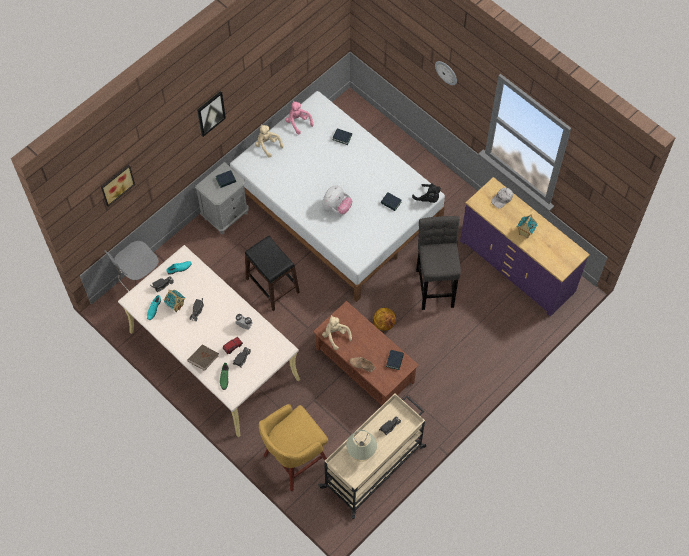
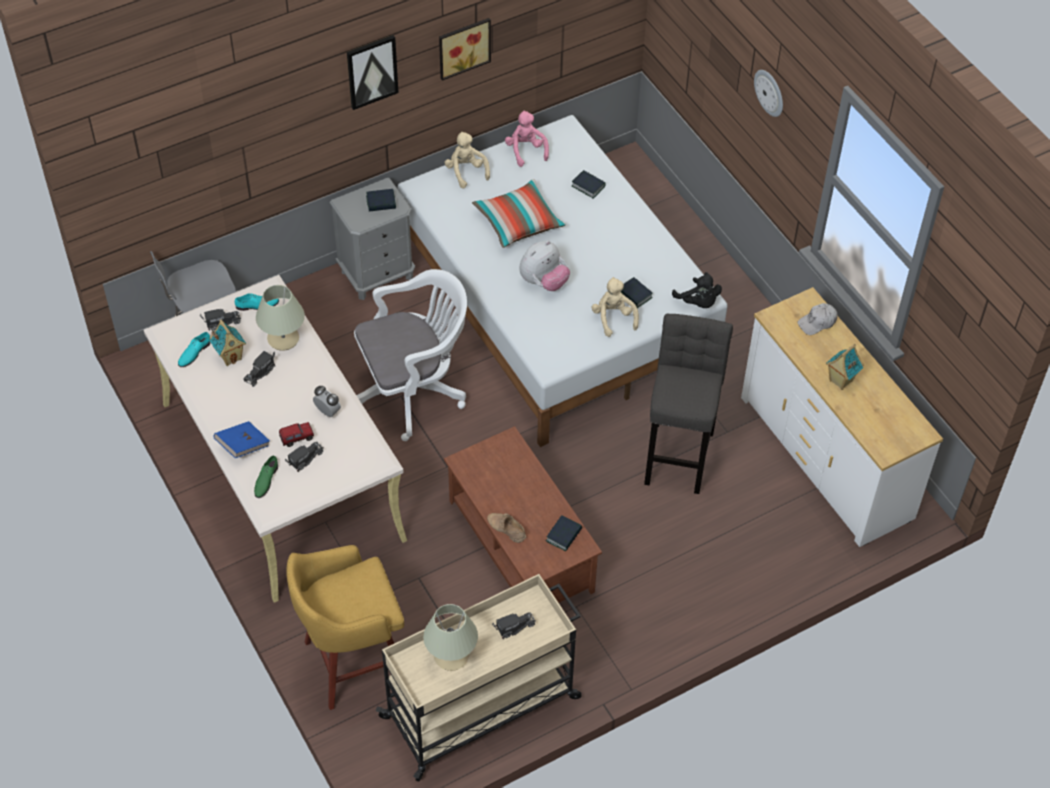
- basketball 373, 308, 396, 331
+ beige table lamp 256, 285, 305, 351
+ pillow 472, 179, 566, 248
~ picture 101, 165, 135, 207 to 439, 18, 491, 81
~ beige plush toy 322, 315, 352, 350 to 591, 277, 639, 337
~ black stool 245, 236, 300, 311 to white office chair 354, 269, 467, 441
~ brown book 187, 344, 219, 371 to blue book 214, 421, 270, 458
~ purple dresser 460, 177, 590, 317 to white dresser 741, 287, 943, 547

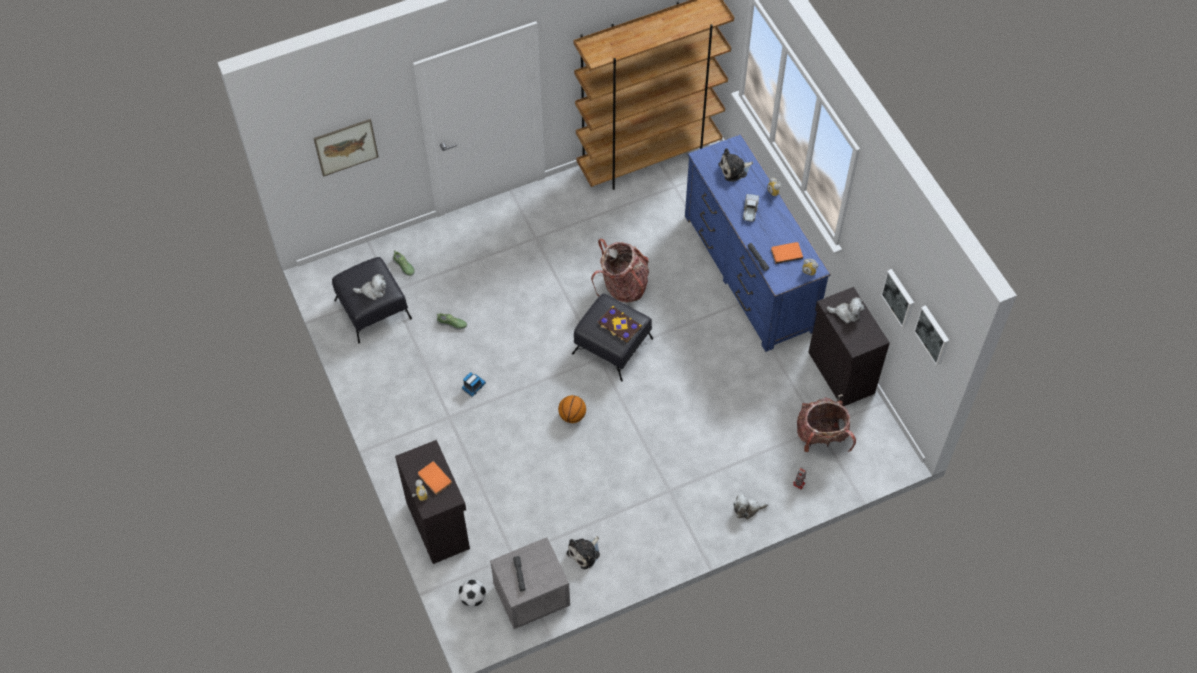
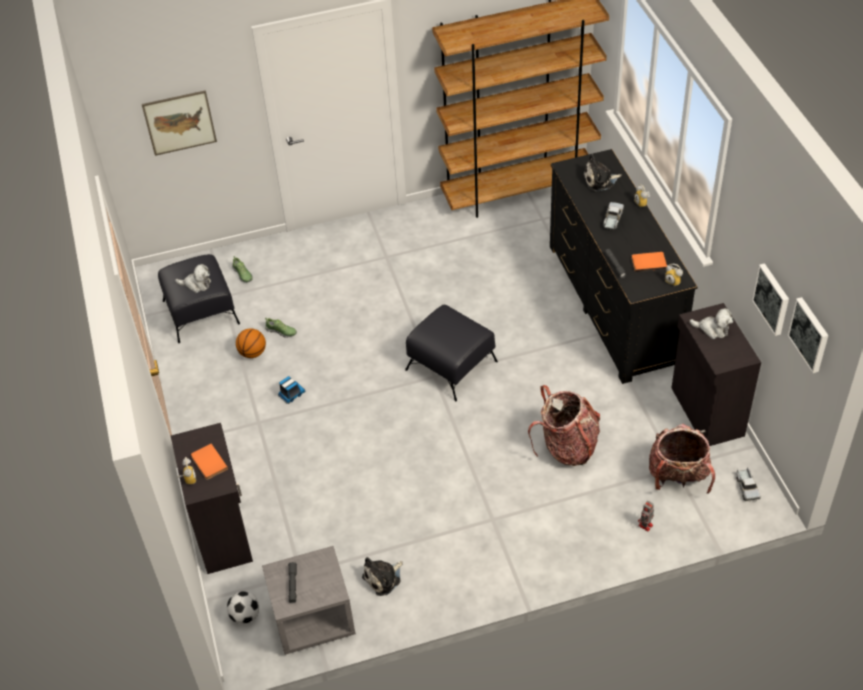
- book 598, 306, 642, 343
- plush toy 733, 494, 768, 519
+ toy truck 736, 467, 761, 502
~ basketball 558, 395, 586, 423 to 236, 328, 266, 358
~ backpack 591, 239, 649, 303 to 528, 385, 600, 466
~ blue dresser 685, 134, 831, 352 to black dresser 550, 149, 698, 384

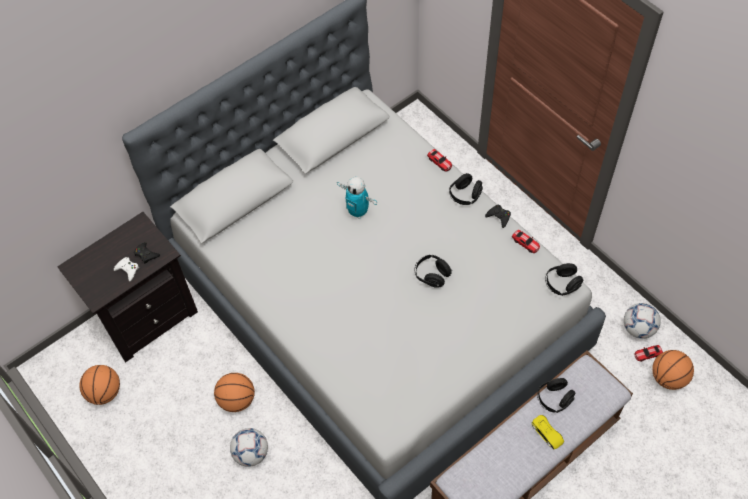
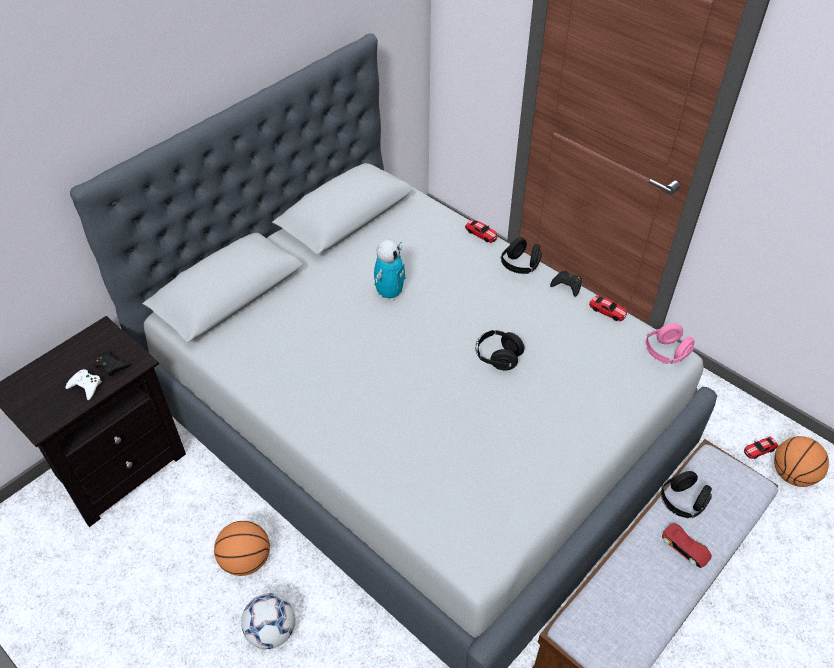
- basketball 79, 365, 120, 405
- football 624, 303, 661, 339
~ yellow toy car 532, 415, 564, 449 to red toy car 662, 523, 712, 568
~ black headphones 545, 263, 583, 296 to pink headphones 645, 323, 695, 364
~ toy robot 337, 177, 377, 219 = 374, 240, 406, 301 90 degrees counterclockwise

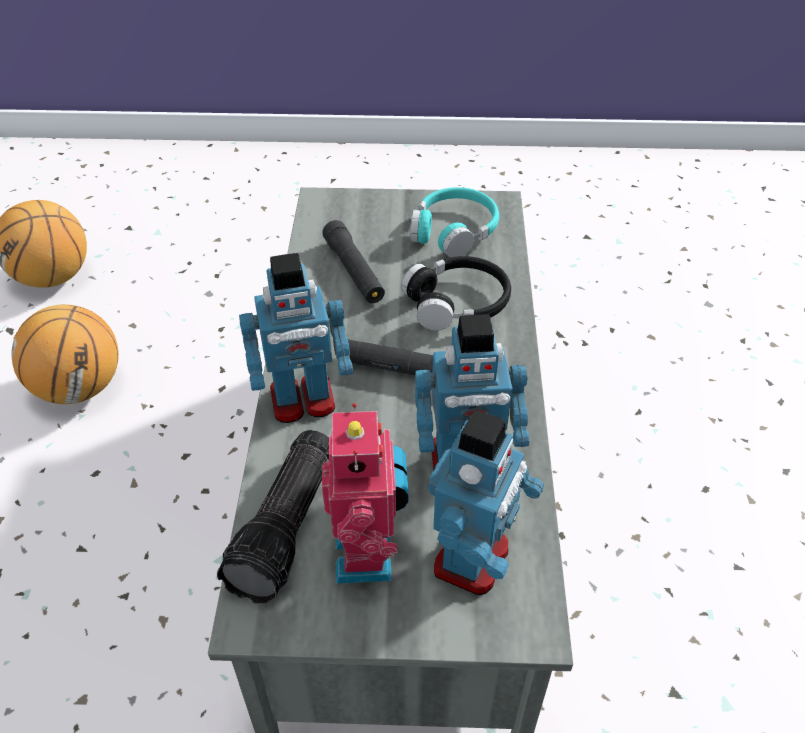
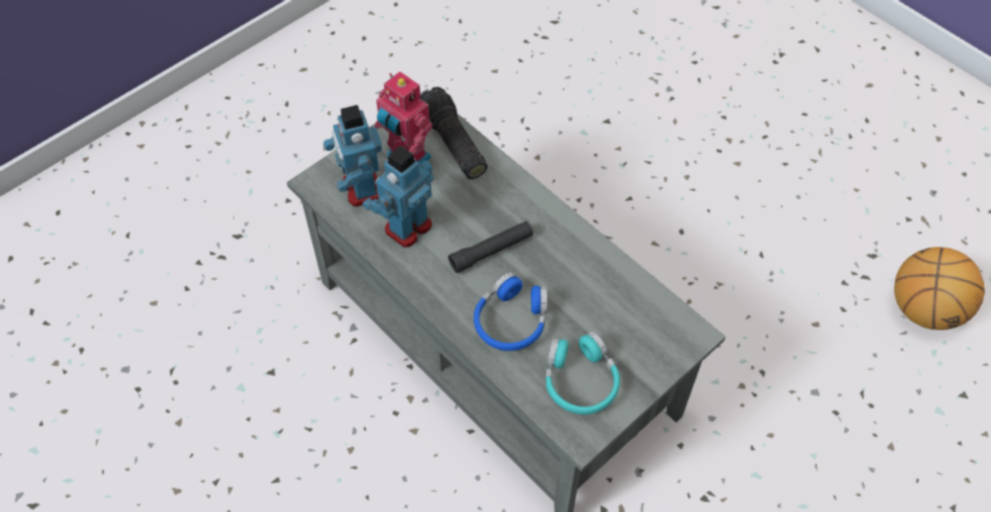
- basketball 11, 304, 119, 404
- toy robot 239, 253, 353, 423
- black flashlight 322, 220, 385, 303
~ black headphones 401, 256, 511, 330 to blue headphones 474, 272, 547, 351

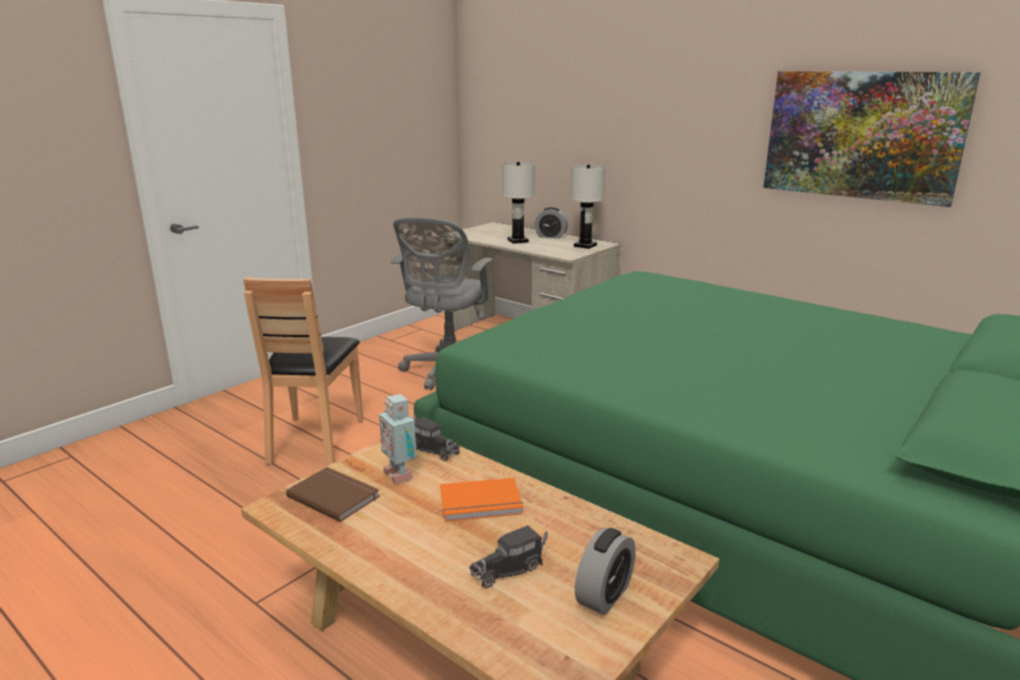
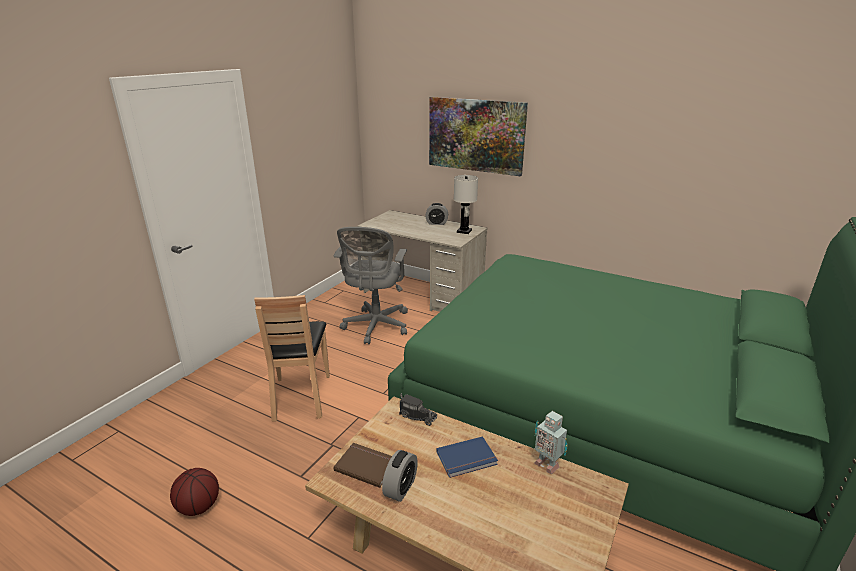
- toy truck 469, 525, 548, 588
- white table lamp 502, 162, 535, 244
+ basketball 170, 468, 219, 516
~ toy robot 379, 394, 417, 485 to 534, 411, 568, 475
~ alarm clock 575, 528, 636, 615 to 382, 450, 418, 502
~ picture 763, 71, 981, 207 to 429, 97, 528, 177
~ orange book 440, 478, 523, 522 to blue book 436, 436, 498, 478

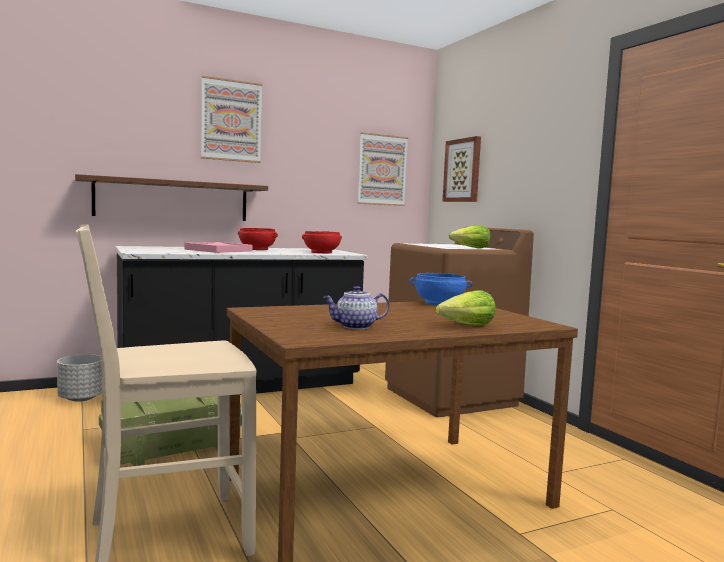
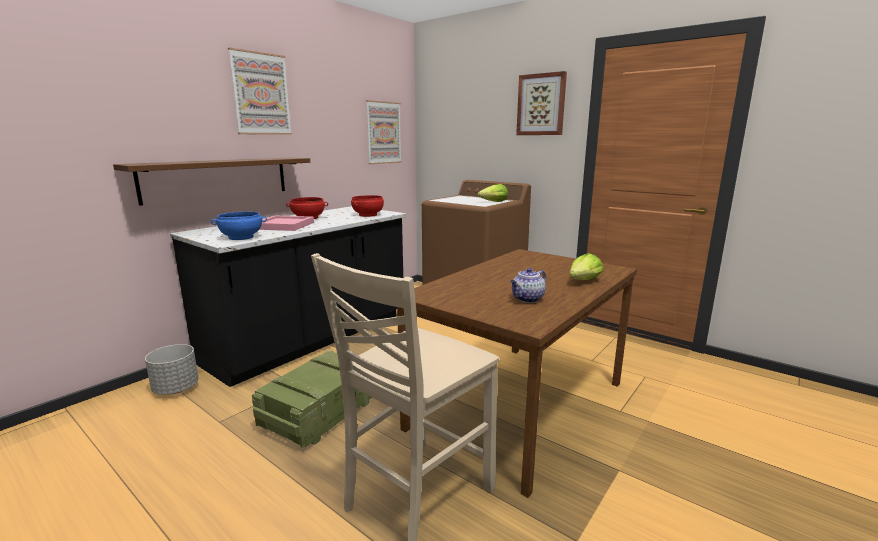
~ blue bowl 409, 273, 472, 305 to 211, 212, 267, 240
~ picture 442, 136, 481, 202 to 516, 71, 567, 135

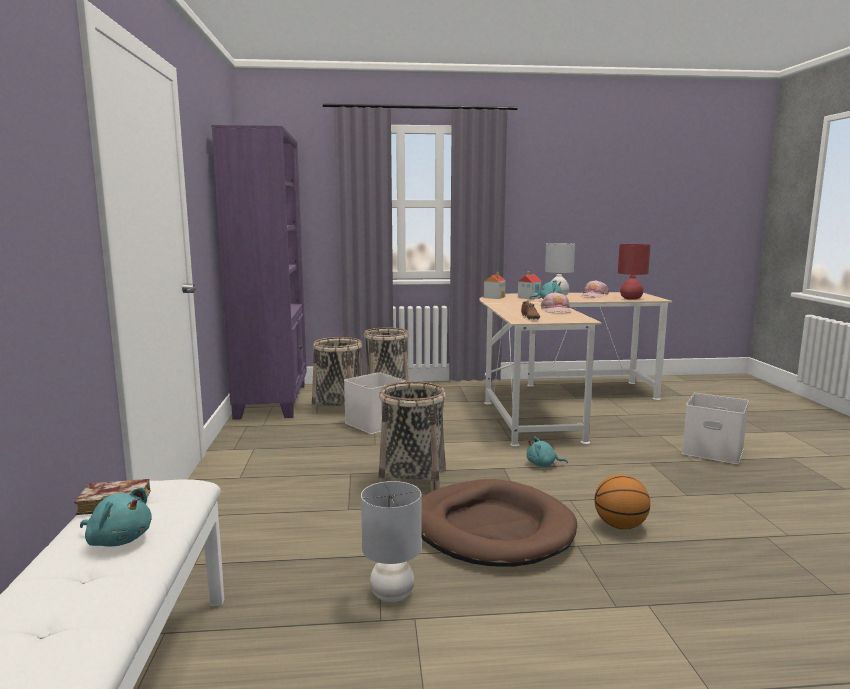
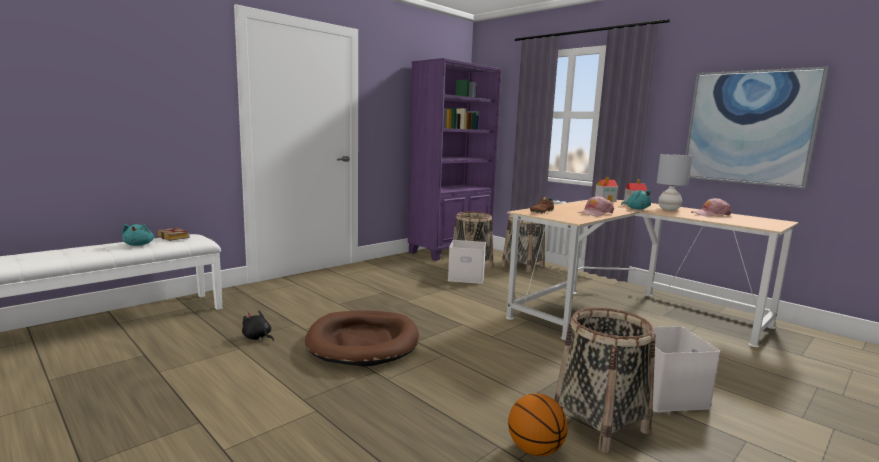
- turquoise plush toy 527, 436, 568, 467
- red table lamp 618, 244, 650, 300
+ picture 686, 67, 829, 189
~ basket 378, 381, 446, 492 to 554, 308, 656, 453
~ basketball 595, 474, 650, 530 to 508, 393, 568, 456
~ grey table lamp 361, 481, 421, 602 to black plush toy 242, 311, 274, 341

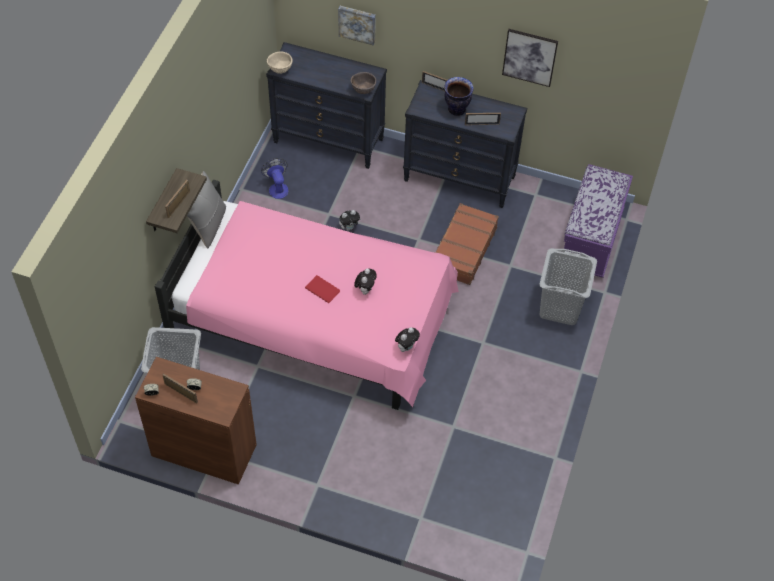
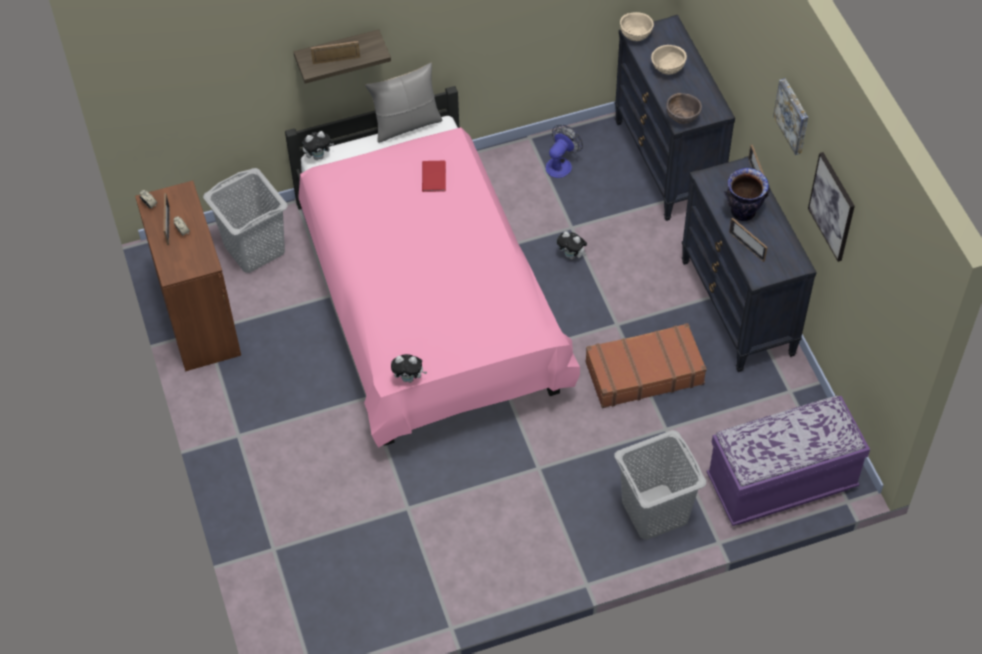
+ beige bowl 651, 45, 687, 75
~ red book 305, 275, 340, 303 to 422, 161, 446, 192
~ picture 338, 6, 376, 46 to 773, 78, 808, 155
~ plush toy 354, 269, 377, 295 to 302, 131, 334, 160

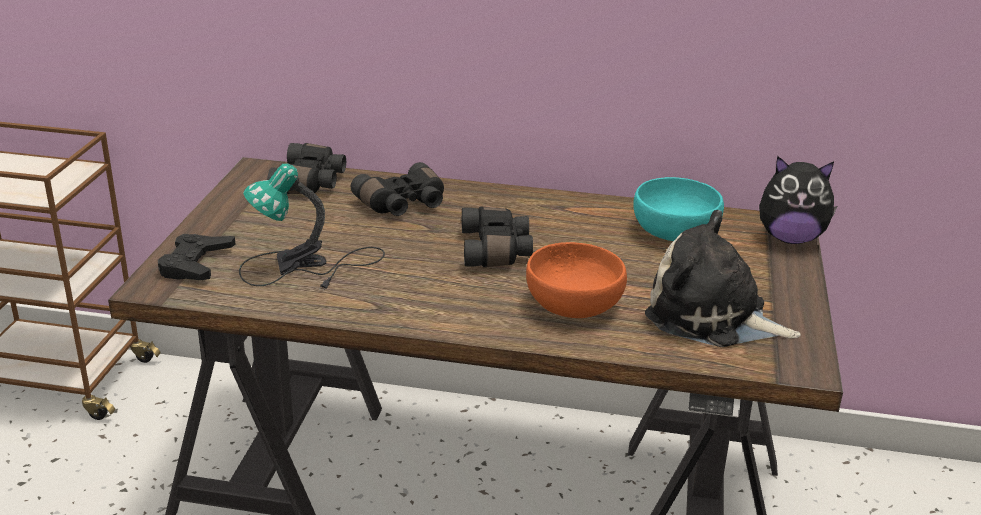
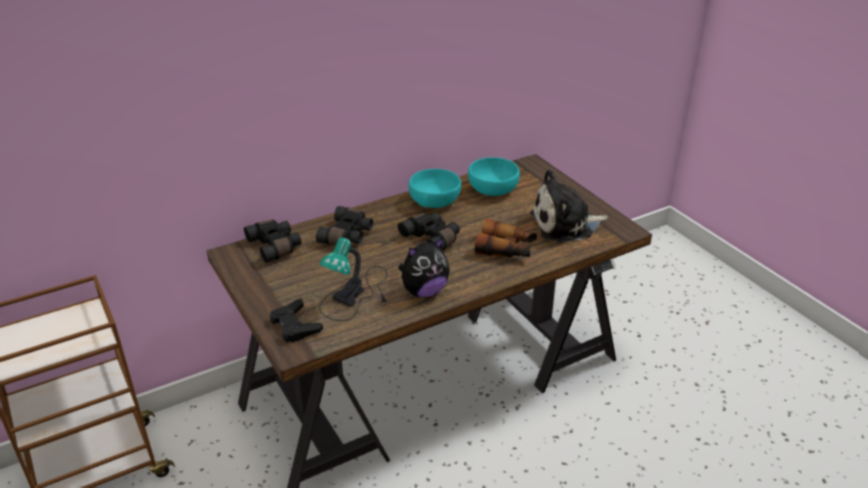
+ turquoise bowl 409, 169, 461, 208
~ plush toy 759, 156, 837, 244 to 398, 237, 450, 297
~ orange bowl 526, 242, 627, 318 to binoculars 475, 218, 537, 258

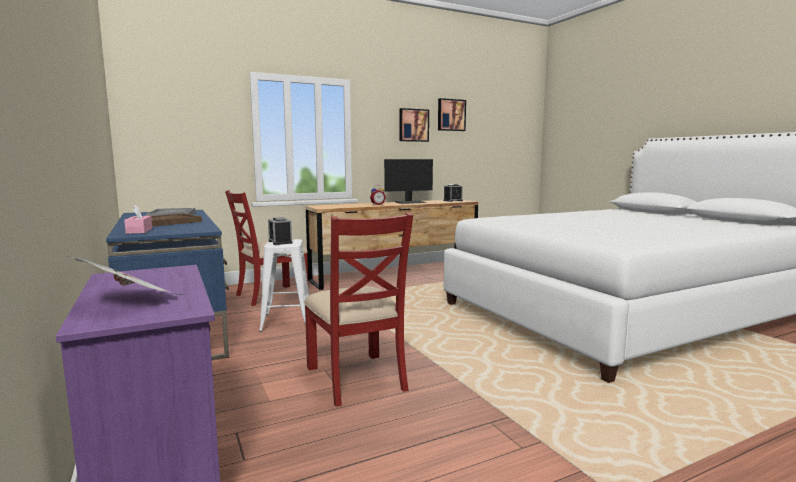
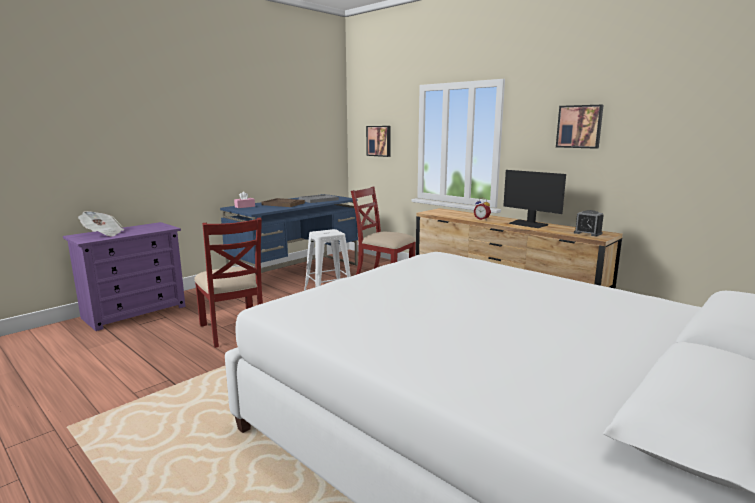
- alarm clock 268, 217, 292, 245
~ picture 438, 98, 466, 131 to 366, 126, 391, 157
~ red chair 304, 213, 413, 407 = 194, 218, 263, 348 75 degrees counterclockwise

